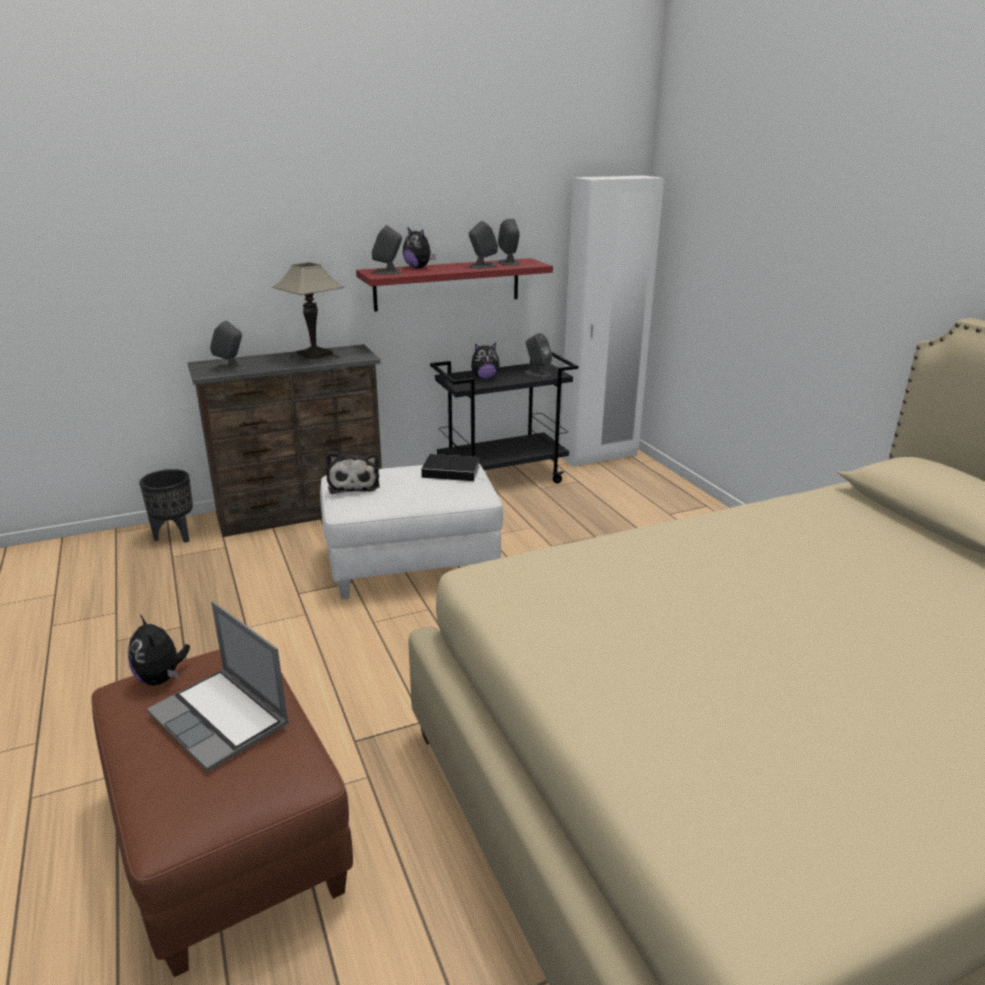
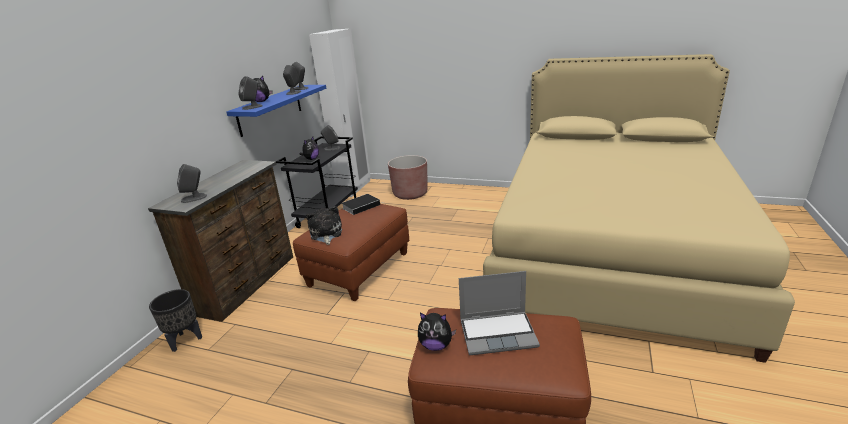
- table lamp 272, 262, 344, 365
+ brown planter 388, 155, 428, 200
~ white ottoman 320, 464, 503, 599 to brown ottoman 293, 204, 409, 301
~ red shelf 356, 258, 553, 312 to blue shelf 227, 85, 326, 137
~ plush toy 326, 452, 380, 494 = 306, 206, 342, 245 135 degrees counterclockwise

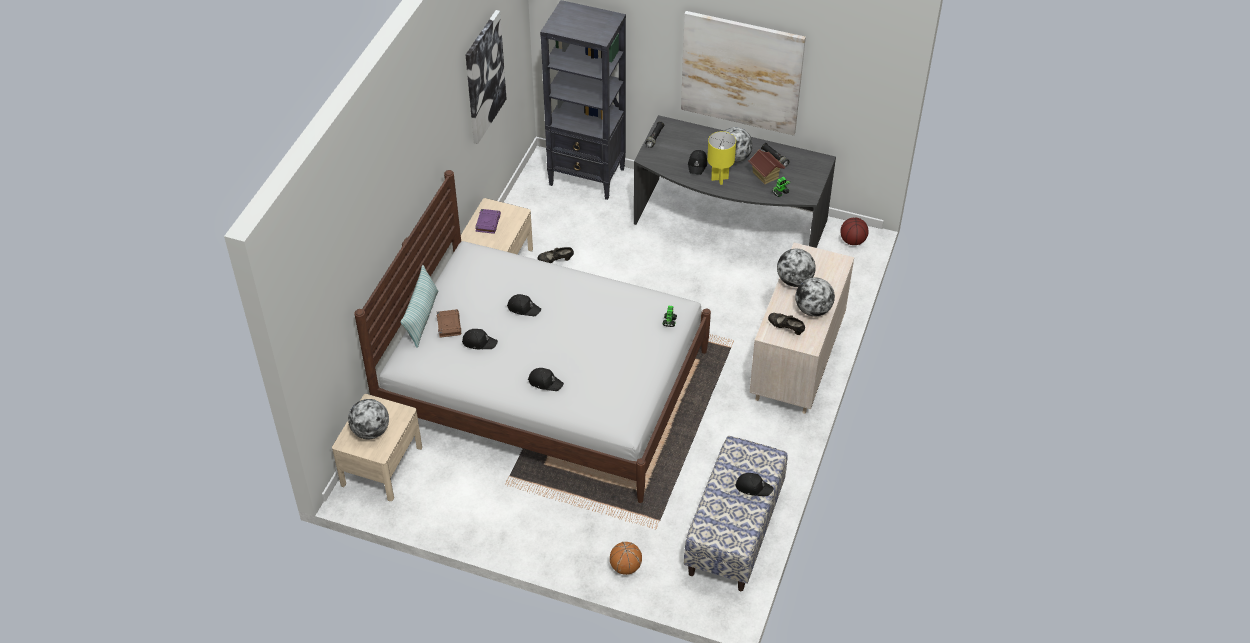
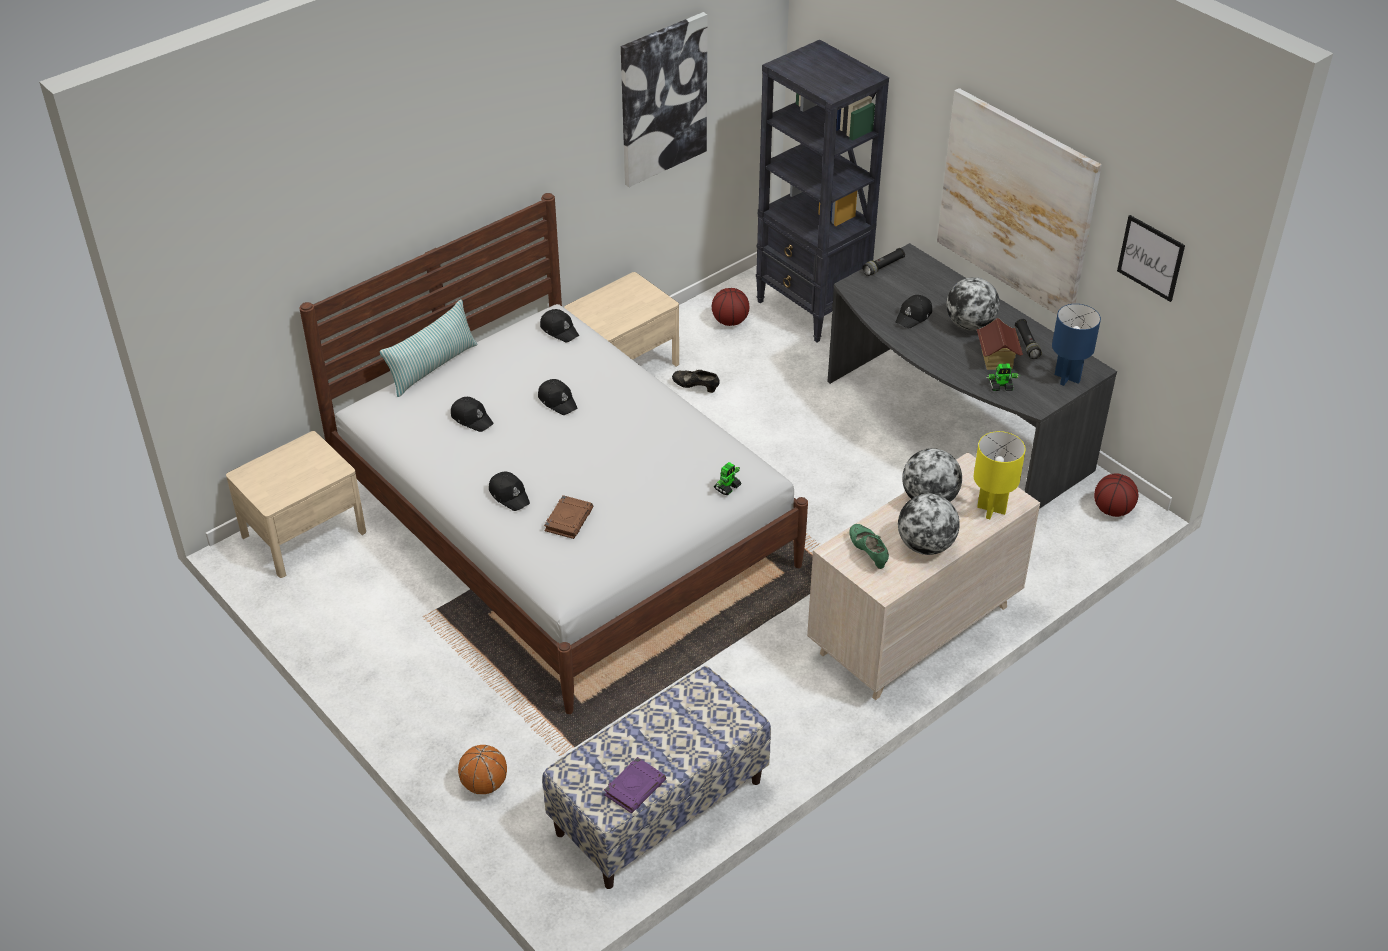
- globe 348, 399, 389, 439
+ basketball 712, 288, 749, 326
+ blue table lamp 1052, 304, 1101, 386
+ picture 1117, 215, 1185, 302
~ brown book 437, 309, 461, 338 to 544, 495, 593, 539
~ purple book 475, 209, 501, 234 to 604, 757, 666, 813
~ yellow table lamp 707, 131, 736, 185 to 974, 431, 1025, 519
~ black cap 735, 473, 774, 496 to 540, 309, 579, 342
~ black shoe 768, 313, 805, 335 to green shoe 849, 524, 889, 569

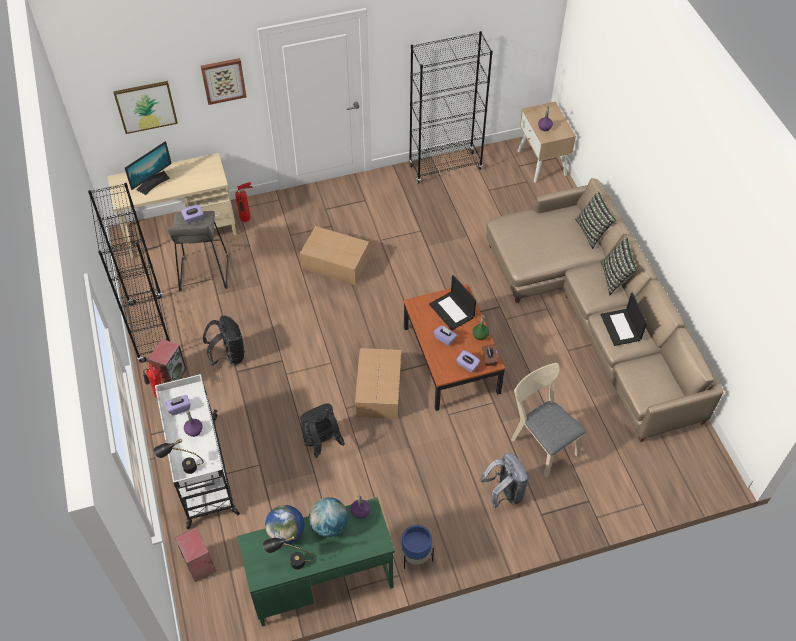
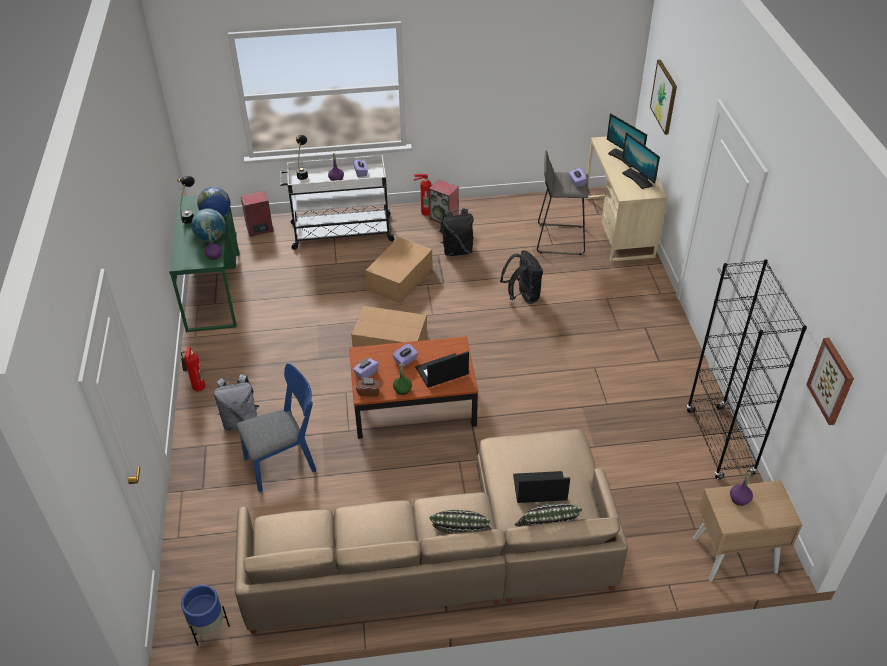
- black bookcase 88, 183, 170, 363
+ monitor 622, 132, 660, 189
~ picture 201, 58, 247, 105 to 806, 338, 854, 425
~ fire extinguisher 235, 182, 253, 222 to 181, 347, 206, 391
~ cardboard box 300, 226, 370, 285 to 365, 237, 433, 304
~ black backpack 300, 403, 345, 458 to 500, 250, 543, 304
~ blue planter 402, 525, 434, 569 to 181, 585, 230, 646
~ laptop 601, 293, 647, 346 to 513, 471, 570, 503
~ beige chair 511, 363, 586, 478 to blue chair 236, 363, 316, 492

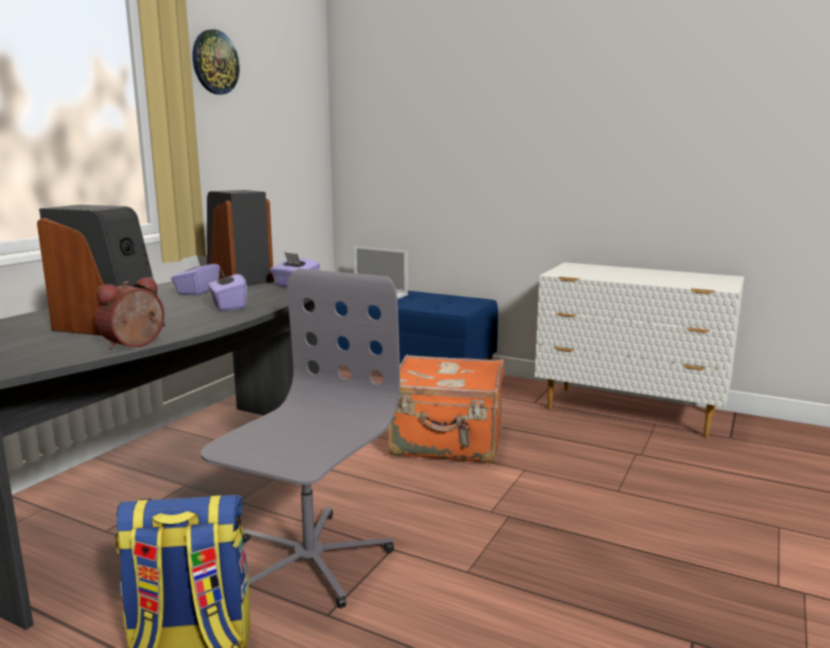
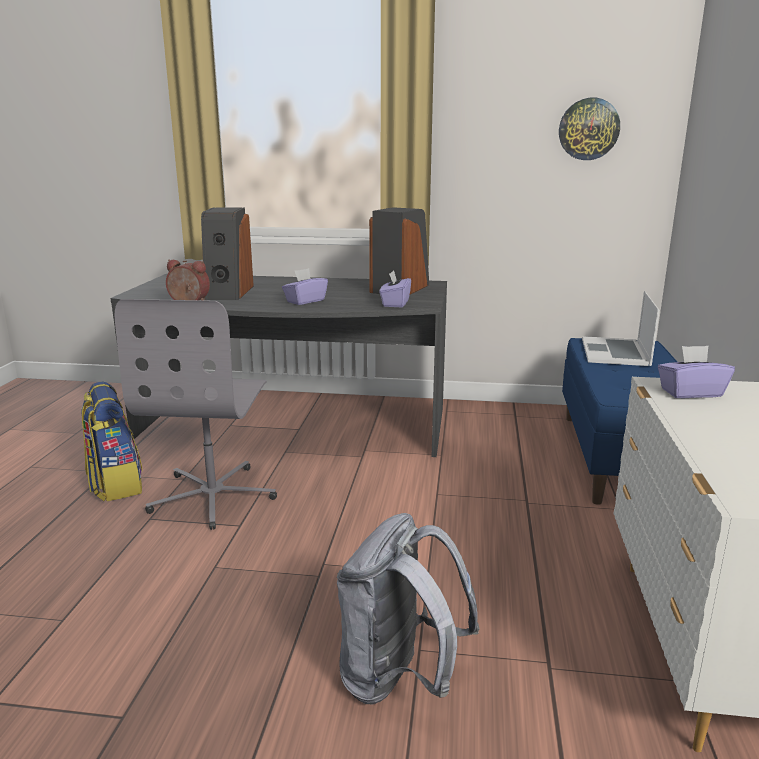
- orange suitcase 388, 355, 504, 464
+ grey backpack 337, 513, 480, 704
~ purple tissue box 171, 255, 220, 295 to 658, 346, 735, 398
~ wall clock 192, 29, 239, 95 to 559, 98, 620, 160
~ grey office chair 201, 269, 400, 608 = 115, 299, 277, 530 90 degrees clockwise

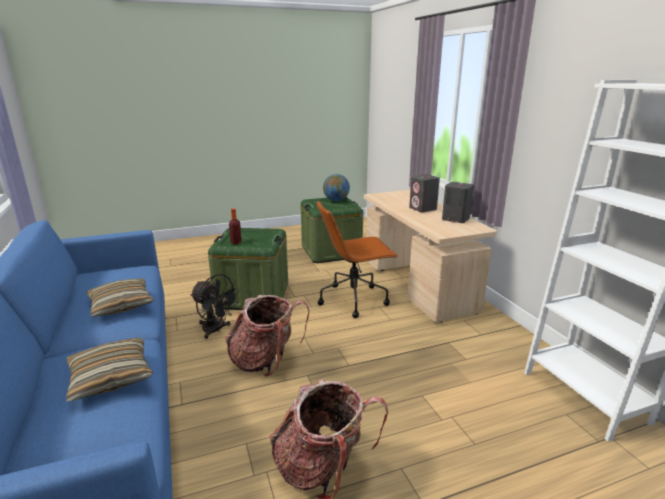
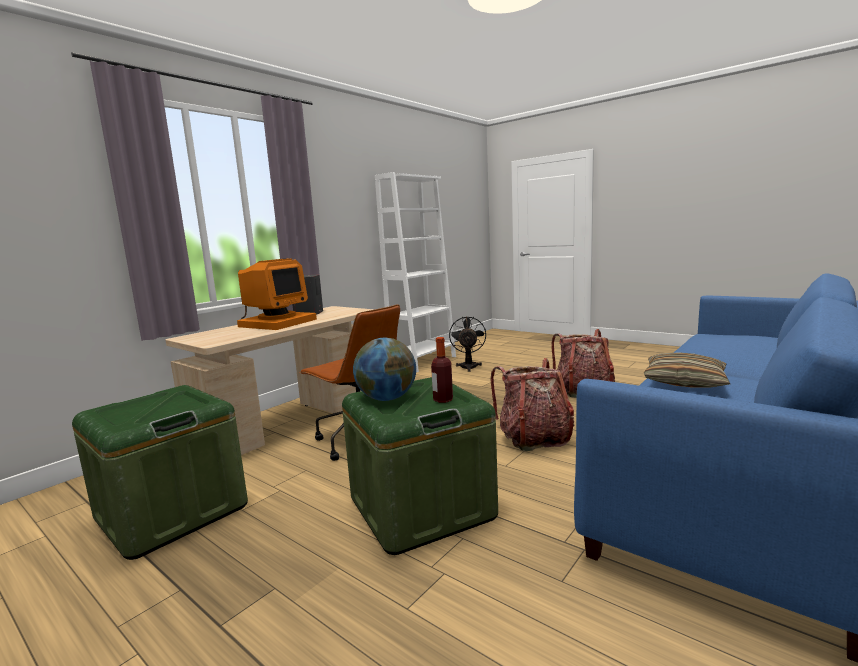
- pillow 66, 338, 153, 401
~ black fan 190, 274, 240, 339 to 449, 316, 486, 372
~ globe 323, 174, 350, 201 to 353, 338, 416, 401
~ grey speaker 409, 174, 440, 212 to monitor 237, 258, 317, 330

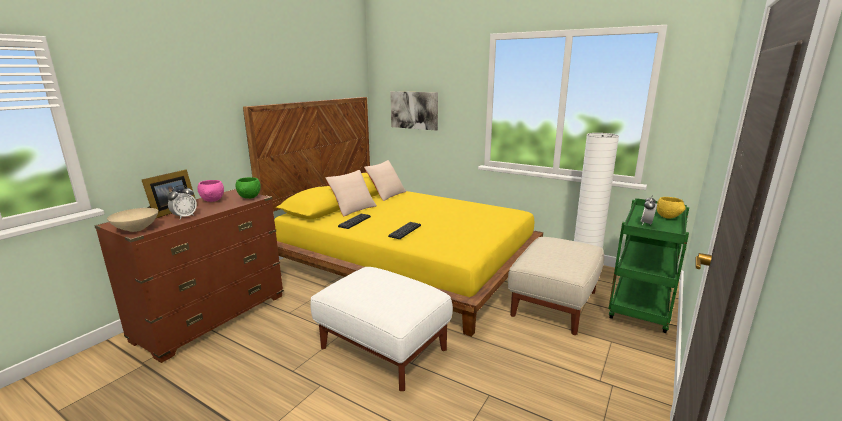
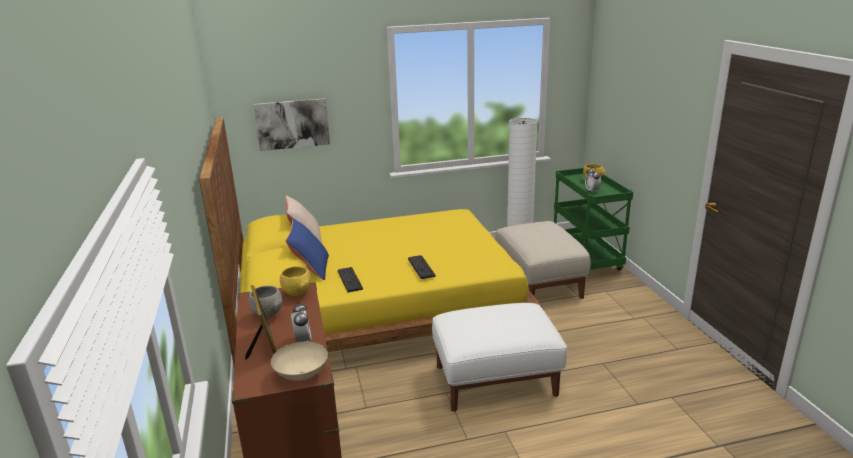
~ pink bowl 198, 180, 224, 202 to grey bowl 249, 286, 282, 318
~ green bowl 235, 177, 260, 199 to yellow bowl 280, 266, 311, 296
~ beige pillow 326, 170, 377, 216 to blue pillow 286, 218, 329, 280

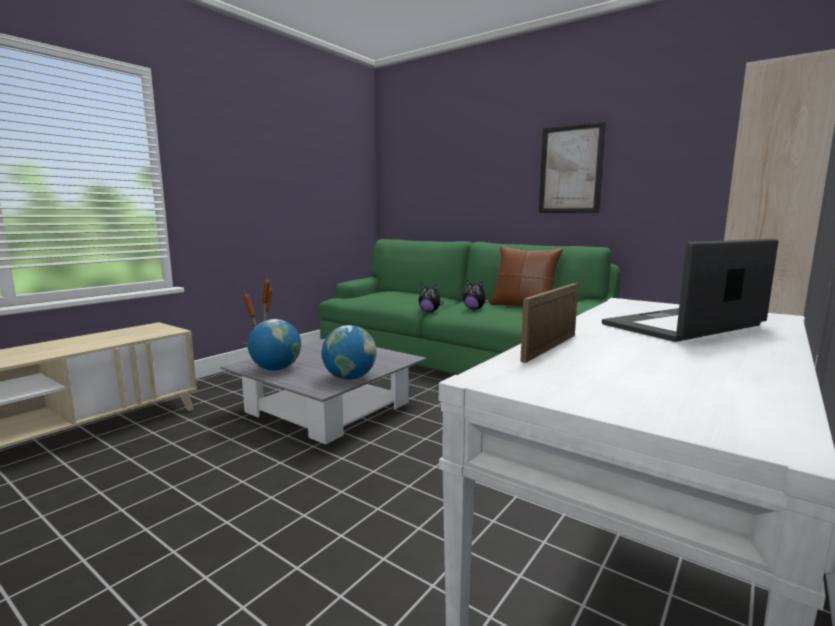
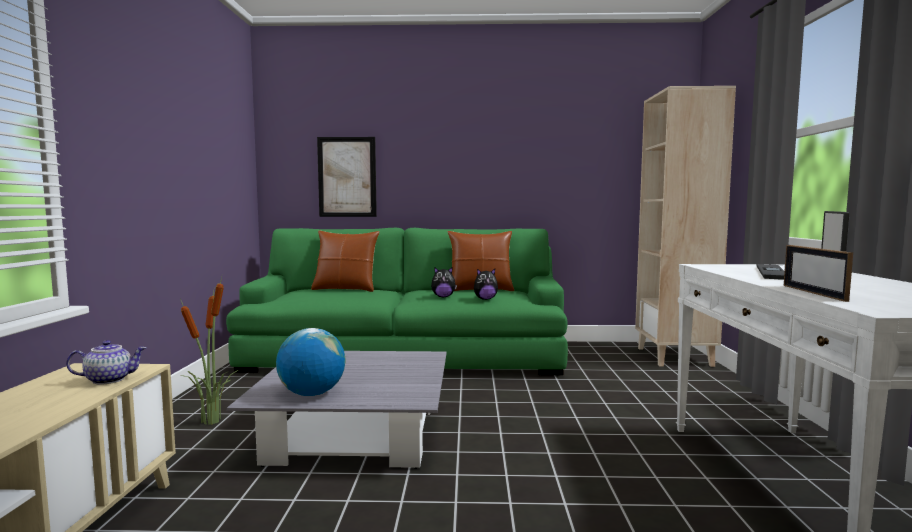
- globe 322, 325, 376, 380
+ teapot 66, 340, 146, 385
+ brown pillow 311, 230, 380, 292
~ plush toy 419, 284, 444, 312 to 474, 269, 498, 300
~ picture 539, 121, 606, 213 to 317, 137, 377, 217

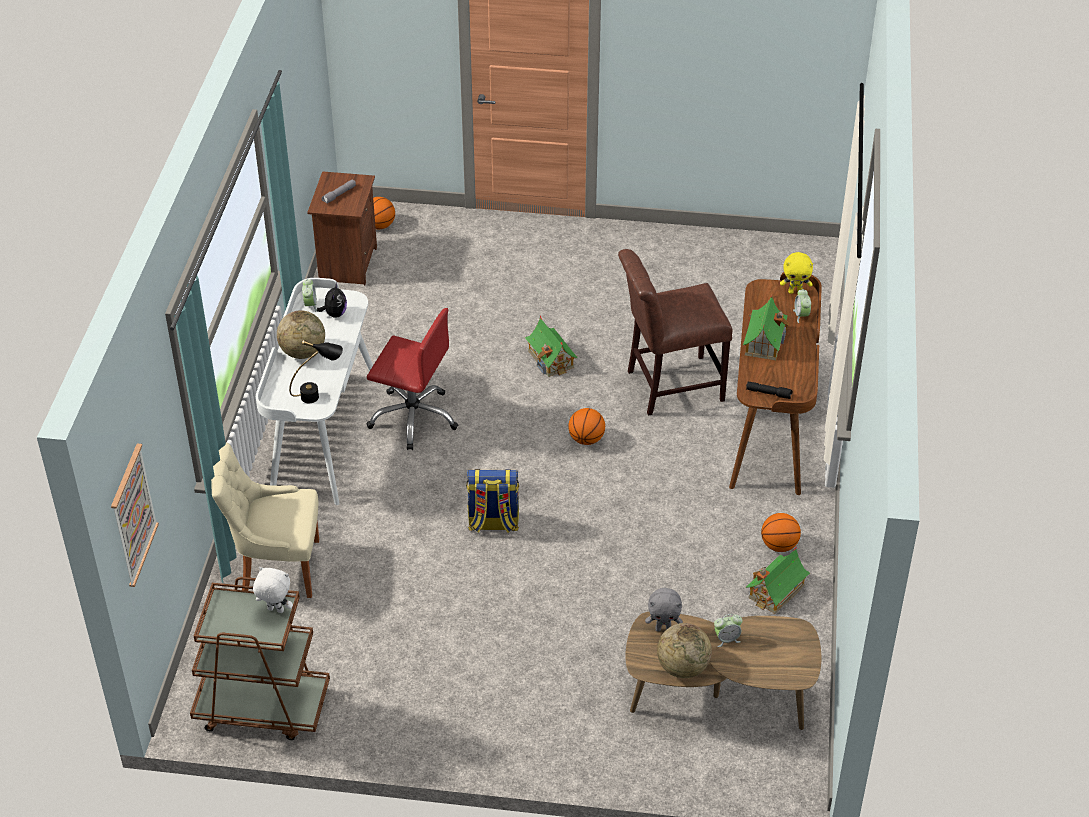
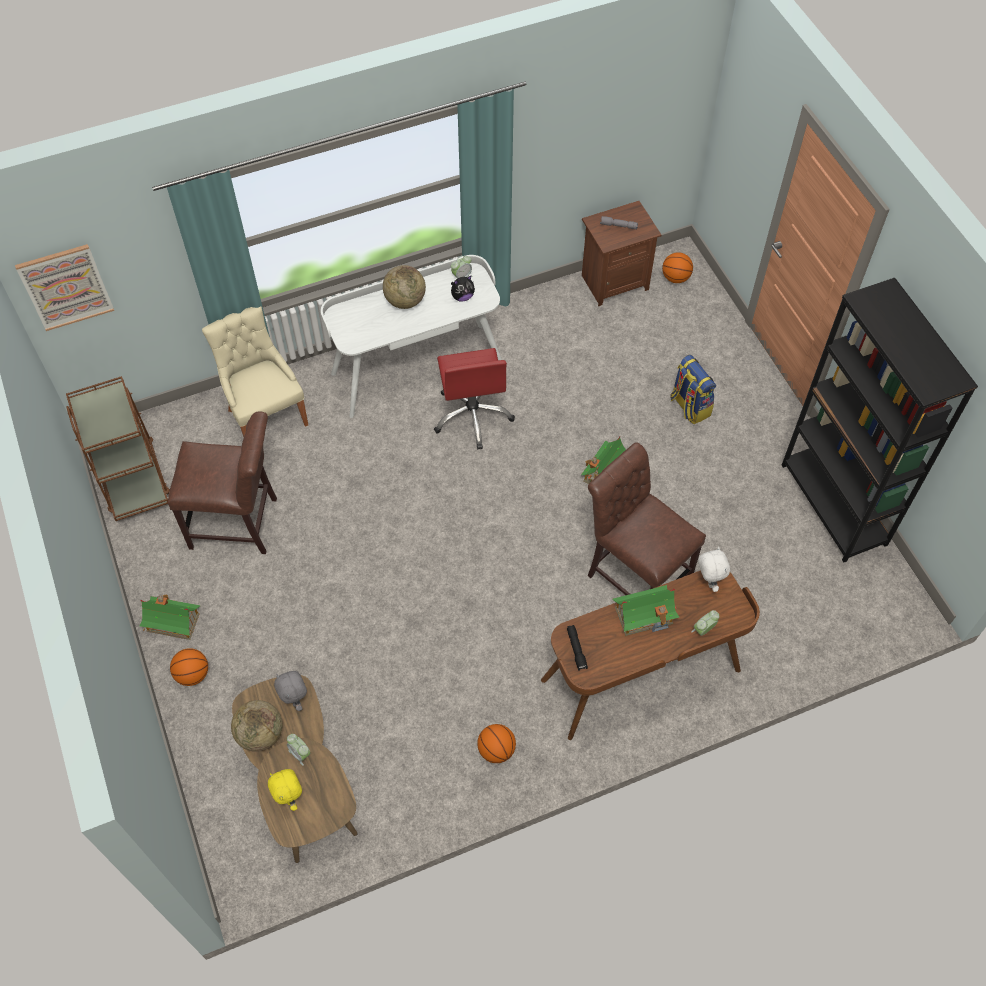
- black table lamp 289, 340, 343, 403
+ brown chair 168, 411, 277, 554
+ black bookcase 782, 278, 978, 563
~ white plush toy 253, 567, 293, 613 to 698, 547, 730, 592
~ backpack 466, 469, 519, 533 to 670, 355, 716, 424
~ basketball 568, 408, 605, 445 to 170, 648, 208, 686
~ toy house 746, 547, 810, 614 to 139, 595, 201, 640
~ yellow plush toy 780, 252, 813, 294 to 268, 769, 302, 811

